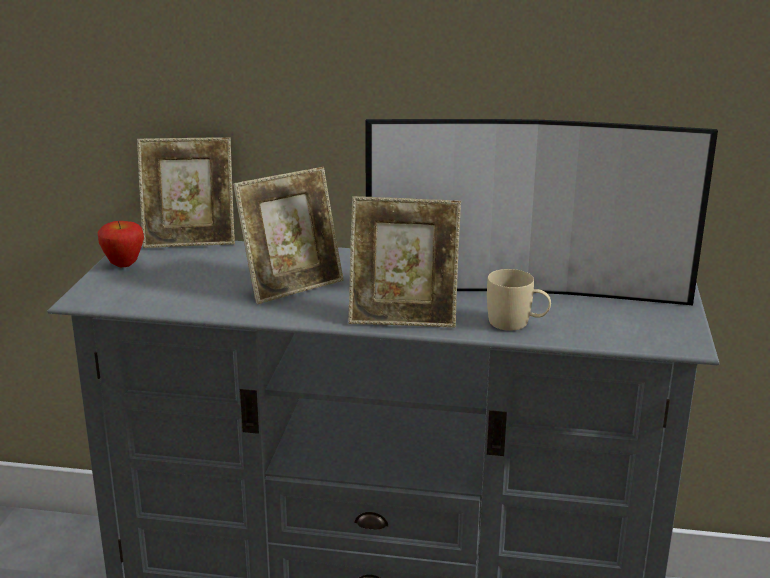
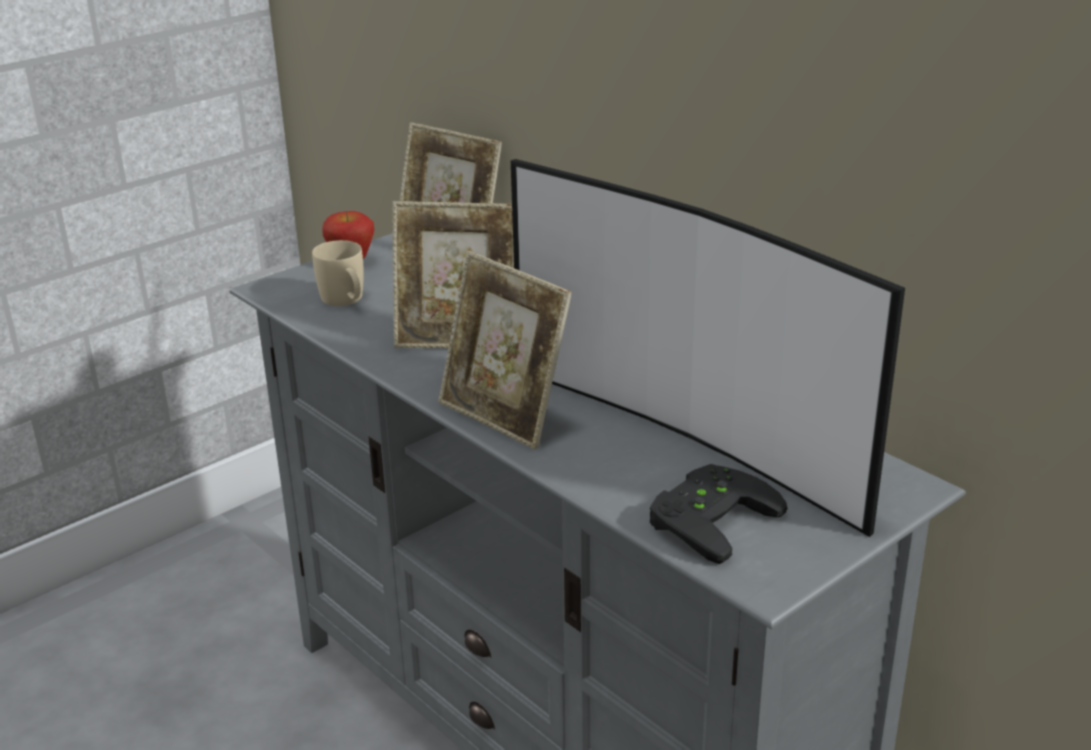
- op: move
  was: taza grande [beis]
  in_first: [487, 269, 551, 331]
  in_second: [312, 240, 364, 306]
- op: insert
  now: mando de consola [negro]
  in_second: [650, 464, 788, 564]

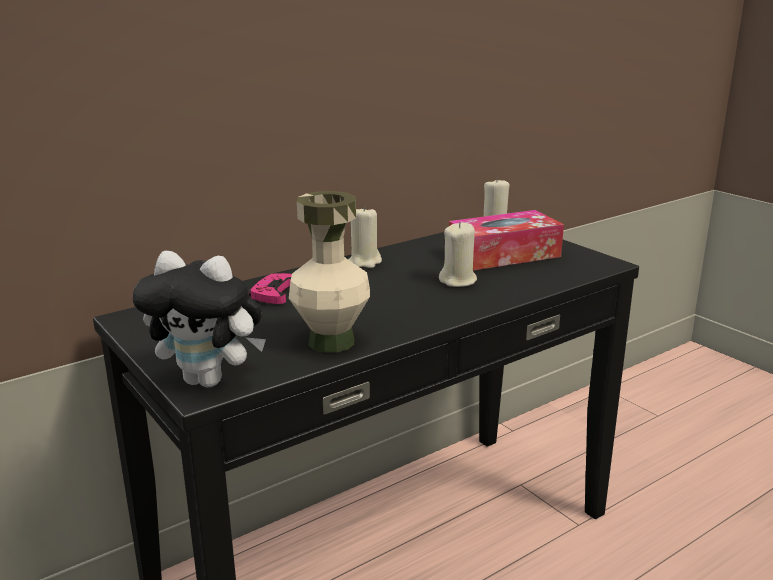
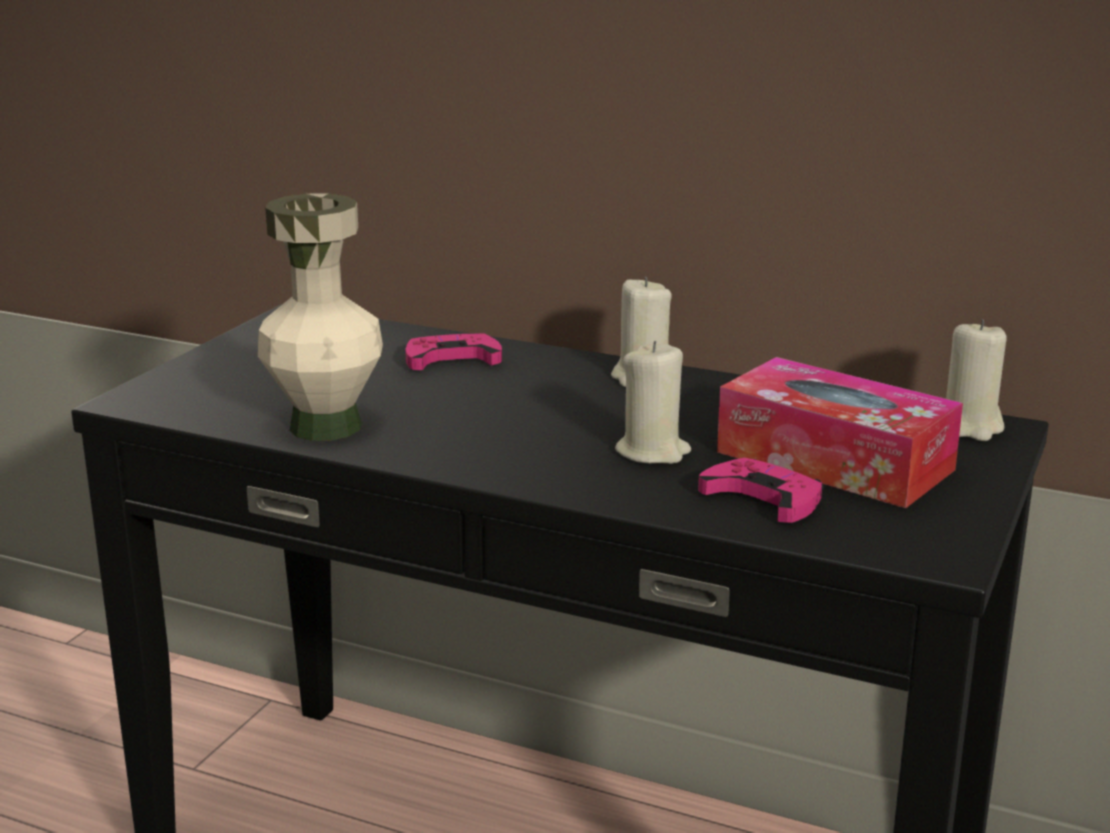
- op: delete
  was: peluche
  in_first: [133, 251, 266, 387]
- op: insert
  now: mando de consola [rosa]
  in_second: [698, 458, 824, 523]

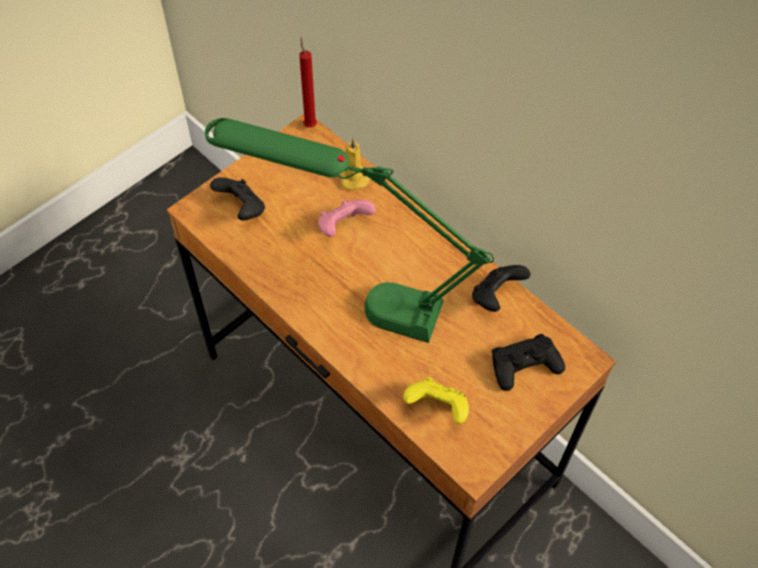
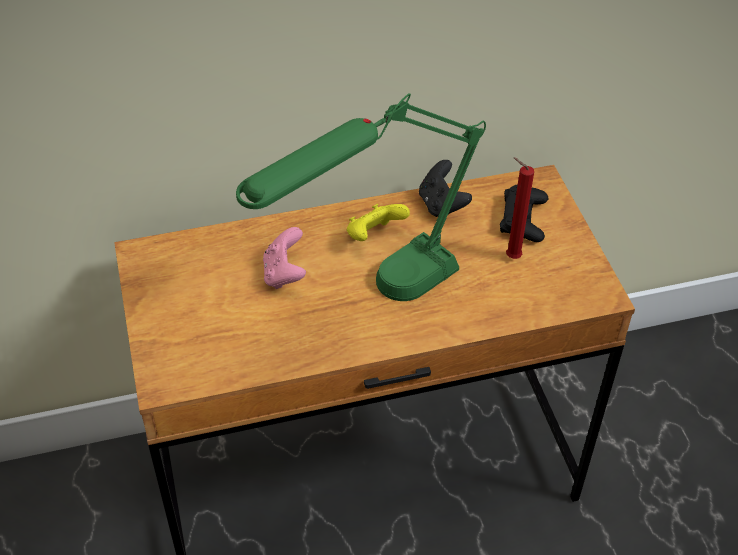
- op: delete
  was: mando de consola [negro]
  in_first: [210, 177, 265, 220]
- op: move
  was: vela [rojo]
  in_first: [299, 38, 317, 128]
  in_second: [506, 158, 534, 259]
- op: delete
  was: vela [amarillo]
  in_first: [339, 139, 370, 190]
- op: move
  was: mando de consola [amarillo]
  in_first: [403, 377, 469, 424]
  in_second: [347, 204, 410, 241]

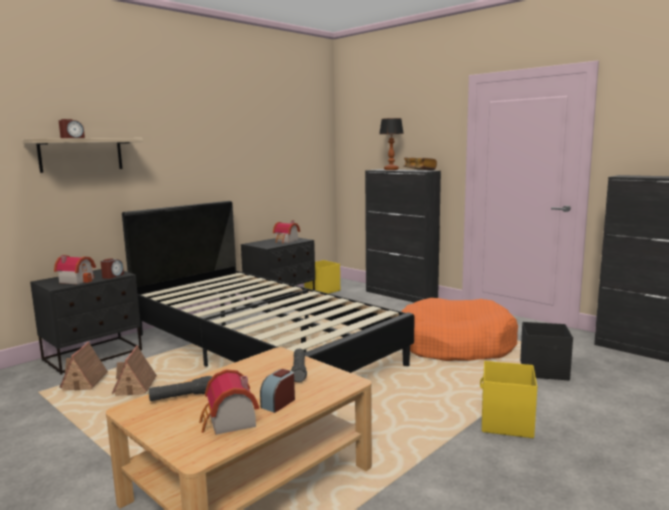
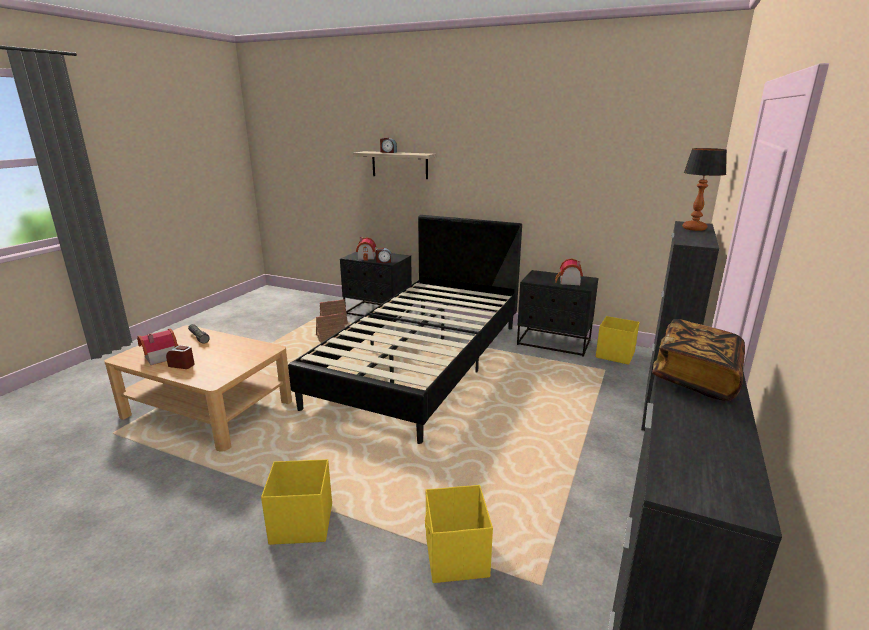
- op: delete
  was: linterna [negro]
  in_first: [291, 348, 307, 383]
- op: delete
  was: cama para perro [naranja]
  in_first: [401, 298, 518, 361]
- op: move
  was: libro
  in_first: [403, 157, 437, 171]
  in_second: [652, 319, 745, 401]
- op: recolor
  was: caja de almacenaje [negro]
  now: caja de almacenaje [amarillo]
  in_first: [520, 322, 573, 380]
  in_second: [425, 485, 493, 583]

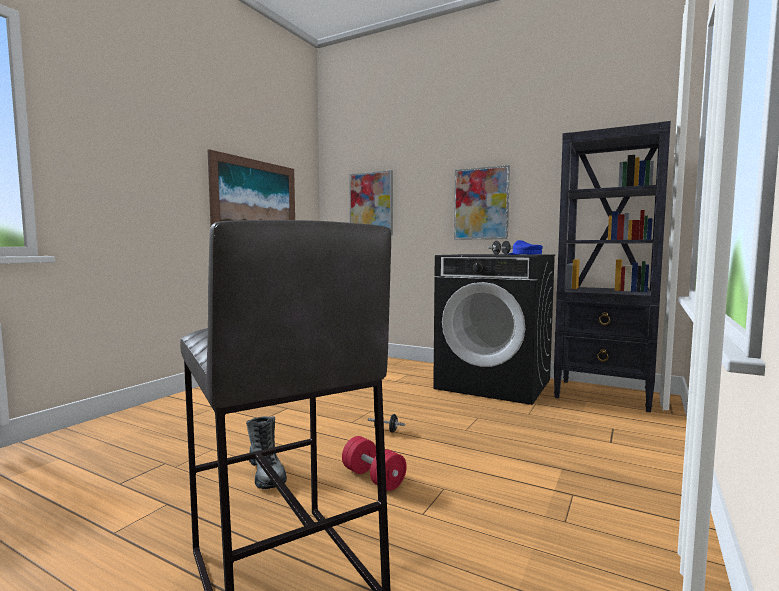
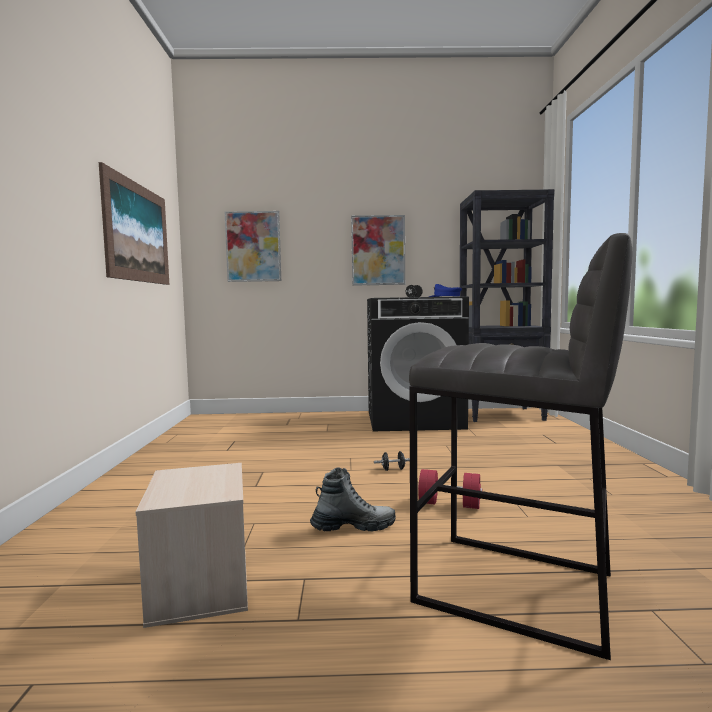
- op: rotate
  was: bota
  in_first: [246, 416, 287, 489]
  in_second: [310, 467, 396, 532]
  clockwise: -45
- op: insert
  now: caja de almacenaje [beis]
  in_second: [136, 463, 248, 628]

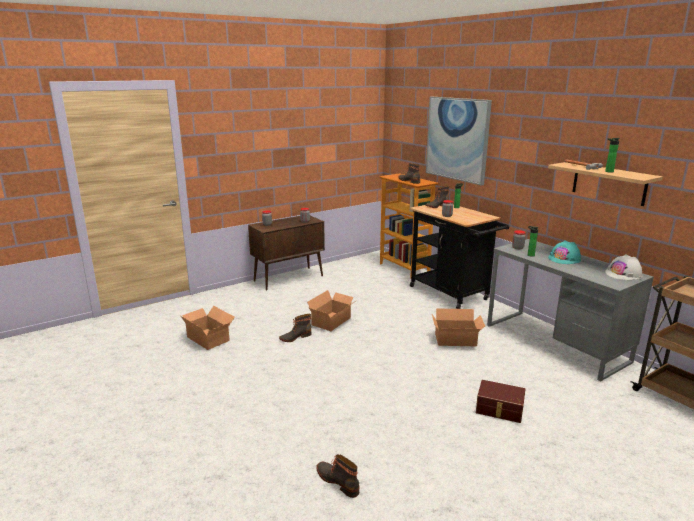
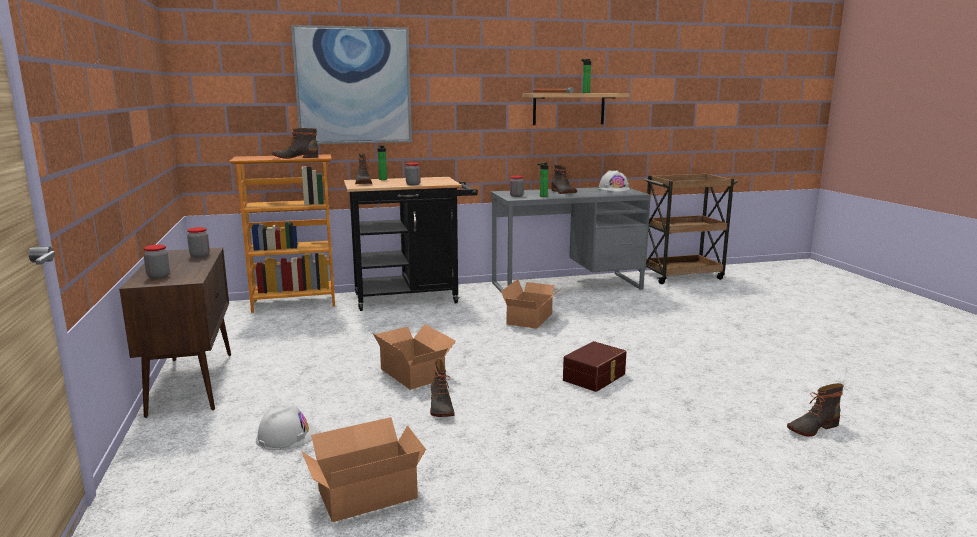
- op: move
  was: caja de almacenaje [marrón]
  in_first: [476, 380, 525, 423]
  in_second: [563, 341, 626, 392]
- op: replace
  was: casco [turquesa]
  now: bota
  in_first: [548, 240, 581, 264]
  in_second: [551, 165, 577, 194]
- op: insert
  now: casco [blanco]
  in_second: [256, 405, 317, 450]

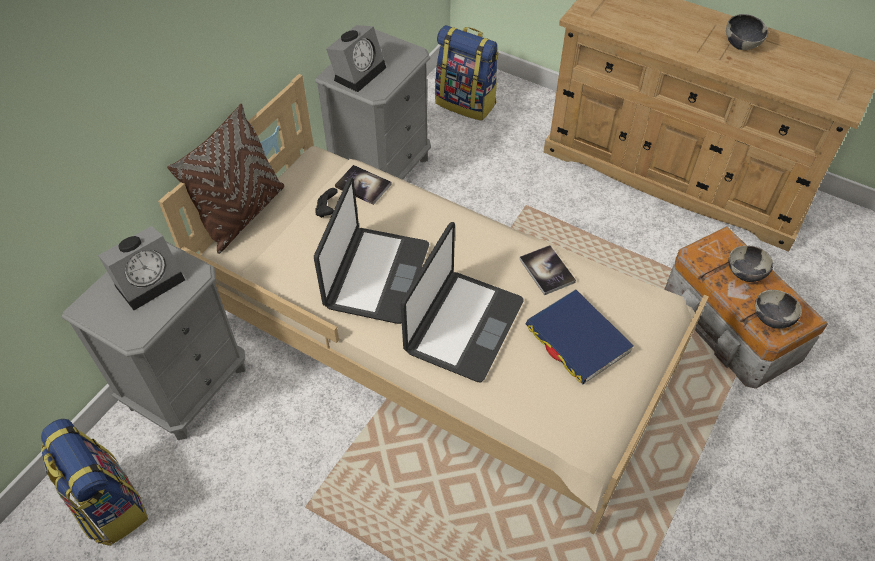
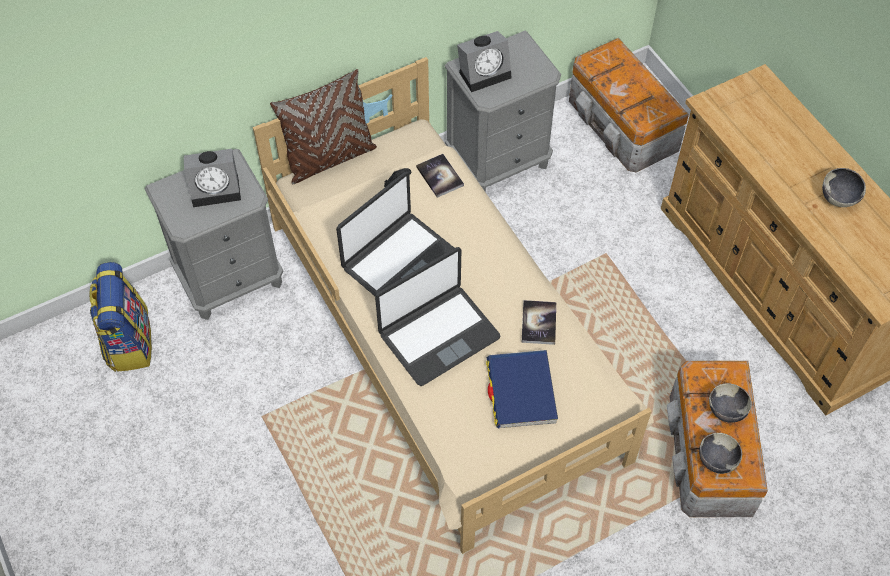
- op: replace
  was: mochila
  now: caja de almacenaje
  in_first: [435, 25, 499, 121]
  in_second: [569, 38, 689, 173]

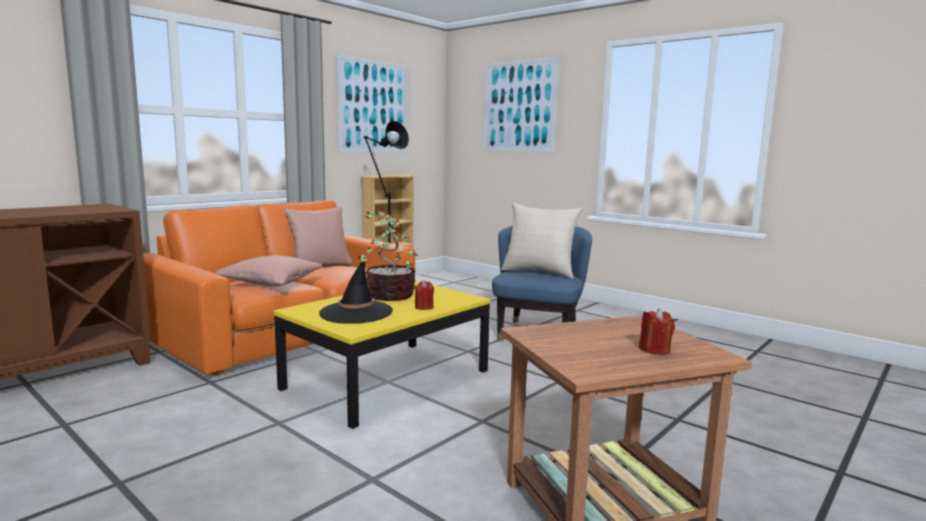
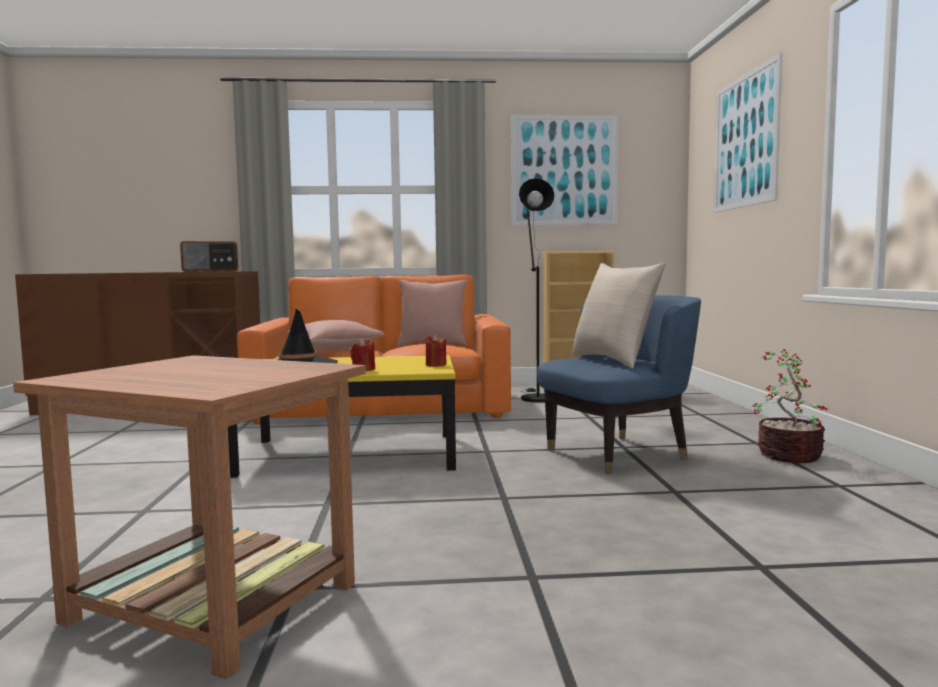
- op: move
  was: planta en maceta
  in_first: [357, 208, 418, 301]
  in_second: [752, 349, 828, 463]
- op: move
  was: vela [rojo]
  in_first: [639, 308, 675, 355]
  in_second: [425, 334, 447, 367]
- op: insert
  now: radio
  in_second: [180, 241, 238, 272]

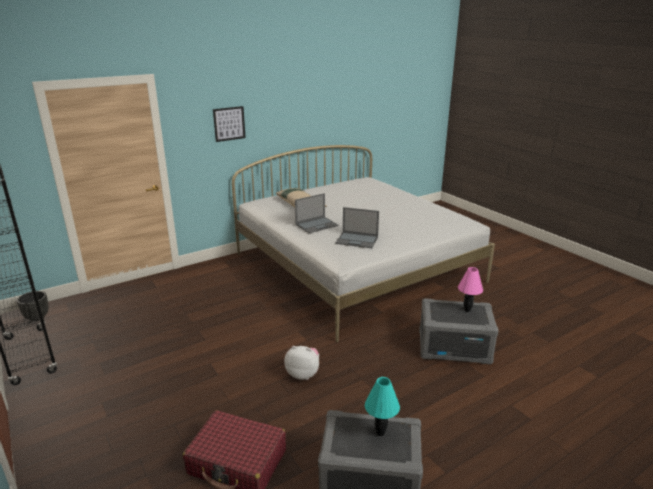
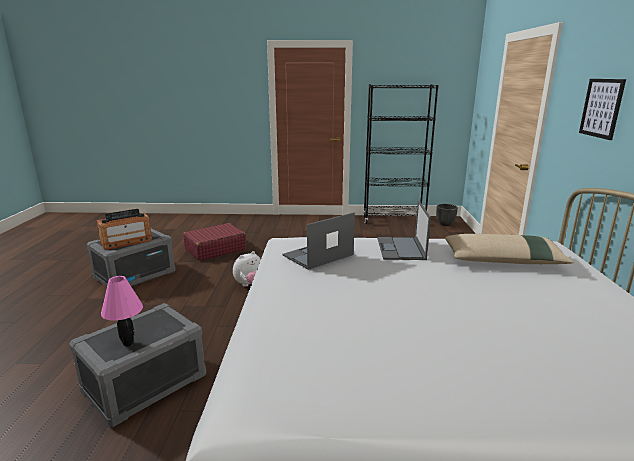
- op: replace
  was: lámpara de mesa [turquesa]
  now: radio
  in_first: [365, 377, 400, 436]
  in_second: [96, 209, 152, 250]

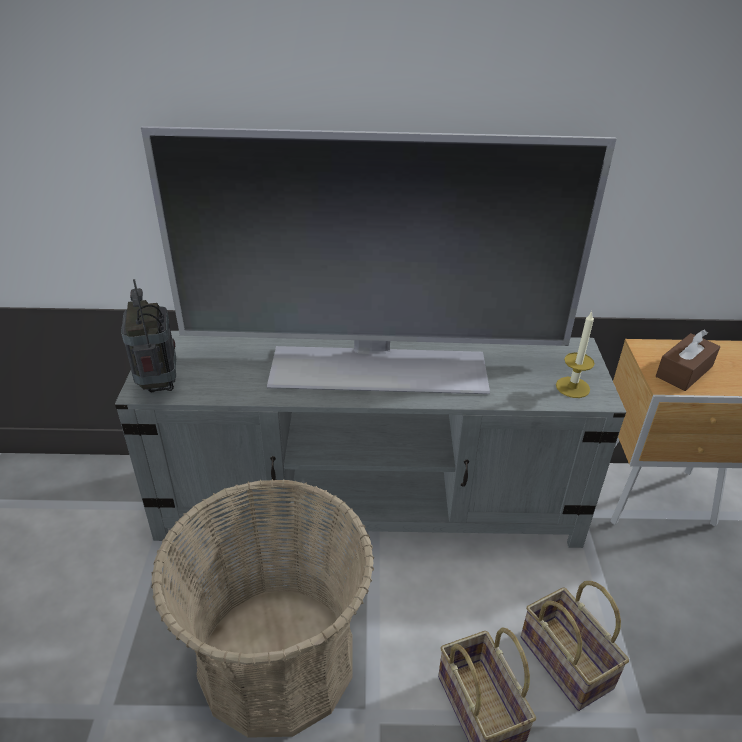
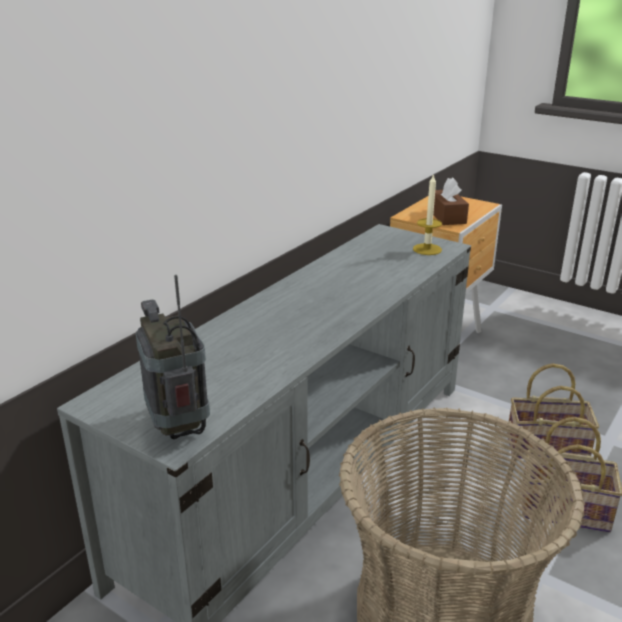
- op: rotate
  was: radio
  in_first: [121, 279, 176, 392]
  in_second: [136, 275, 210, 439]
  clockwise: 45
- op: delete
  was: televisor
  in_first: [141, 126, 616, 394]

